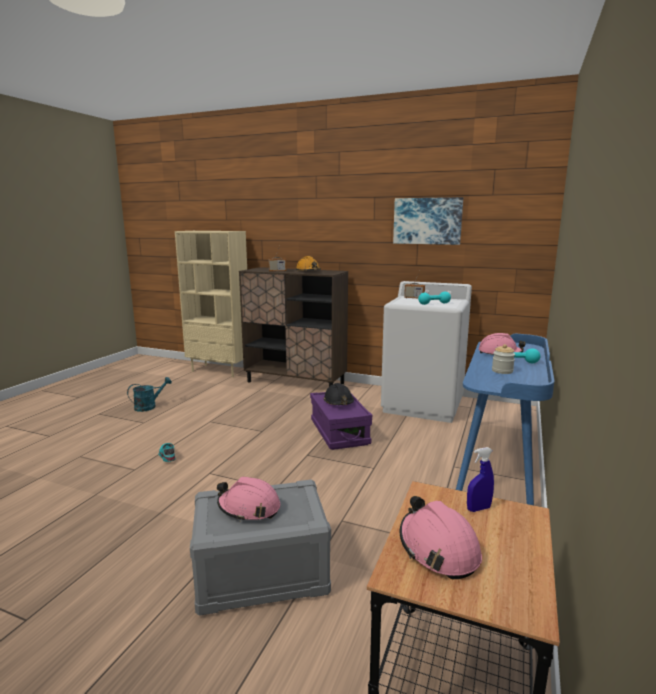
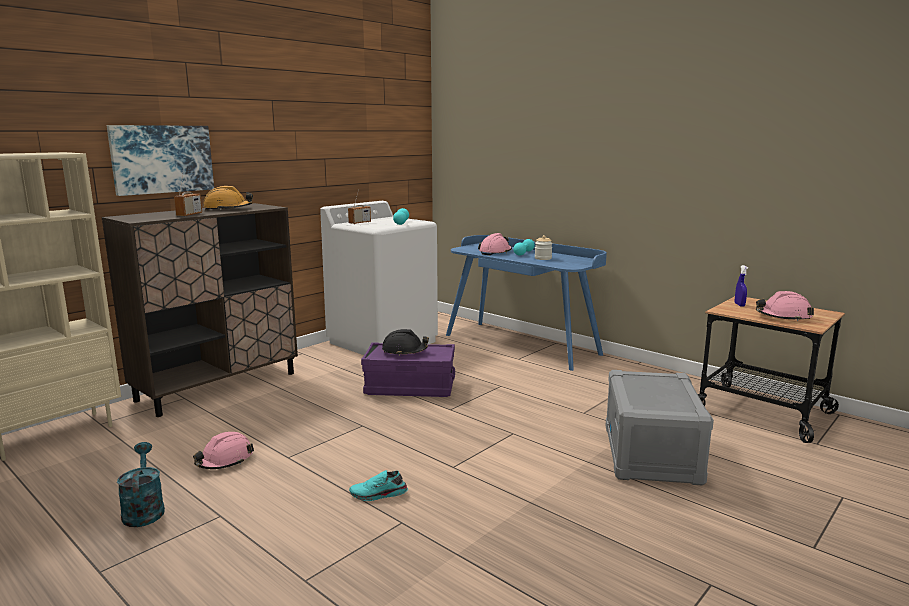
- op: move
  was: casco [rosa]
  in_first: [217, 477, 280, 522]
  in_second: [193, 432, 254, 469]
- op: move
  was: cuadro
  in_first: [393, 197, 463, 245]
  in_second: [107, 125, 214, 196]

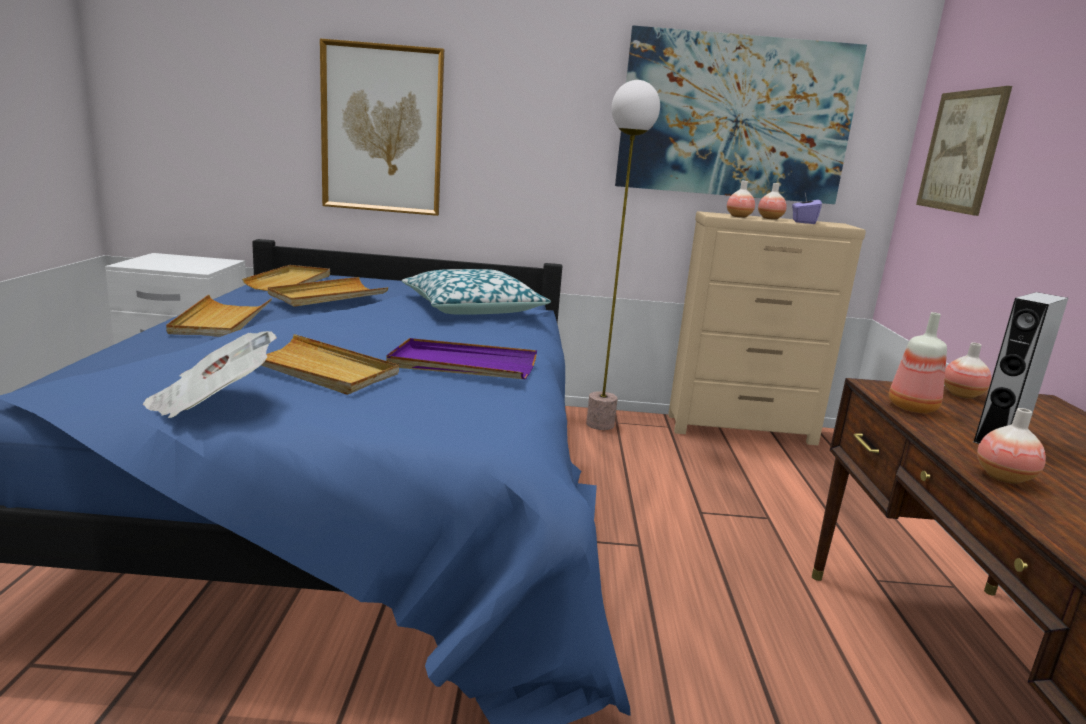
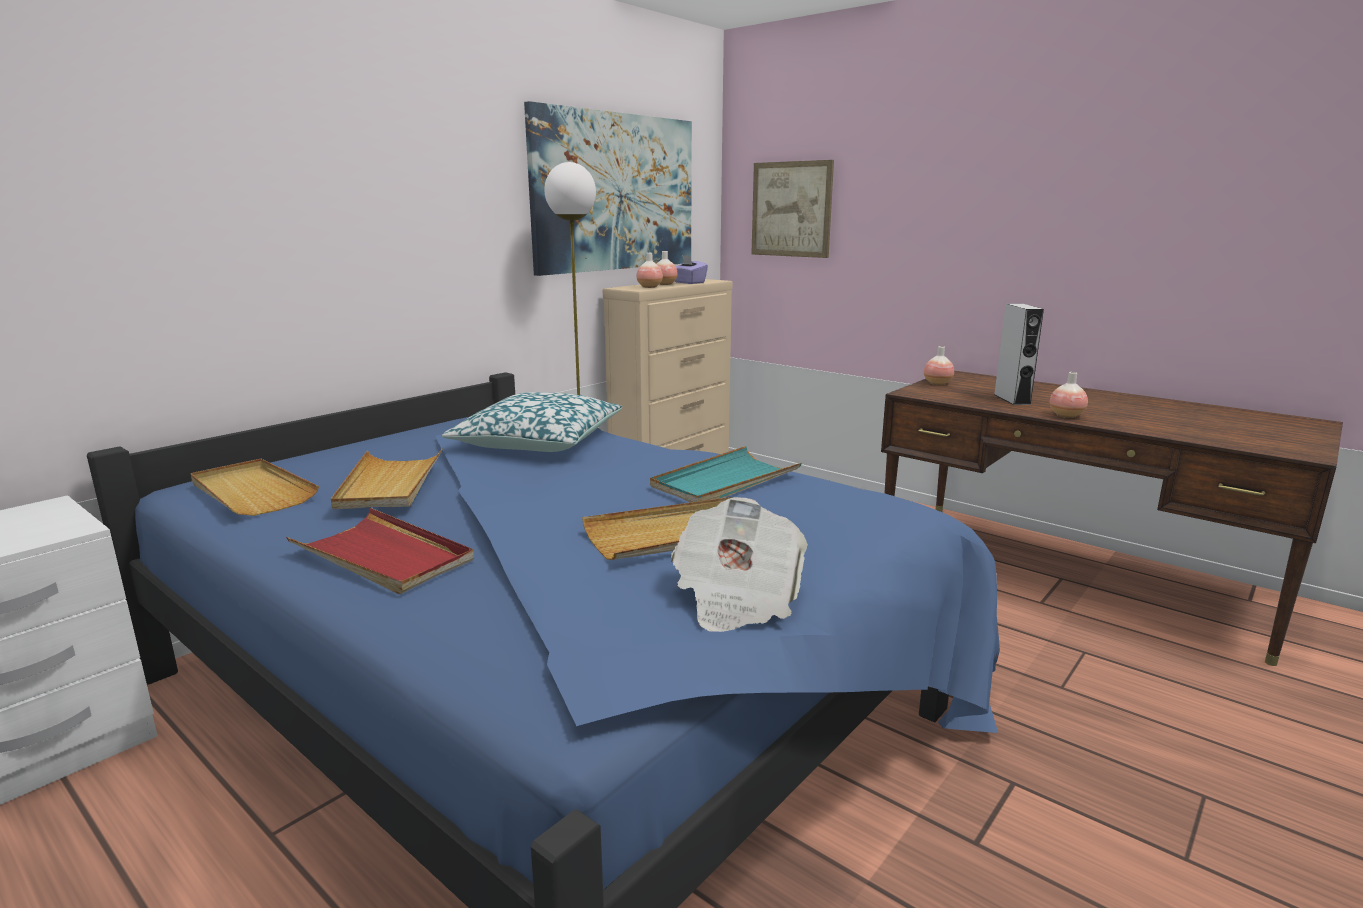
- op: recolor
  was: bandeja [beis]
  now: bandeja [rojo]
  in_first: [166, 295, 272, 337]
  in_second: [286, 508, 474, 594]
- op: delete
  was: cuadro
  in_first: [320, 38, 444, 216]
- op: recolor
  was: bandeja [morado]
  now: bandeja [turquesa]
  in_first: [386, 338, 537, 380]
  in_second: [650, 446, 802, 503]
- op: delete
  was: botella
  in_first: [889, 312, 947, 413]

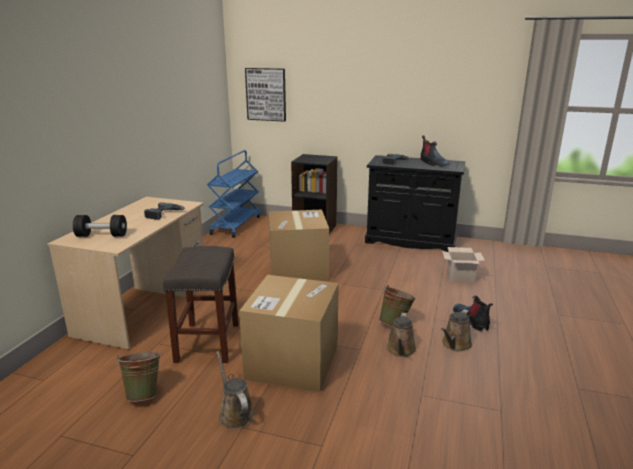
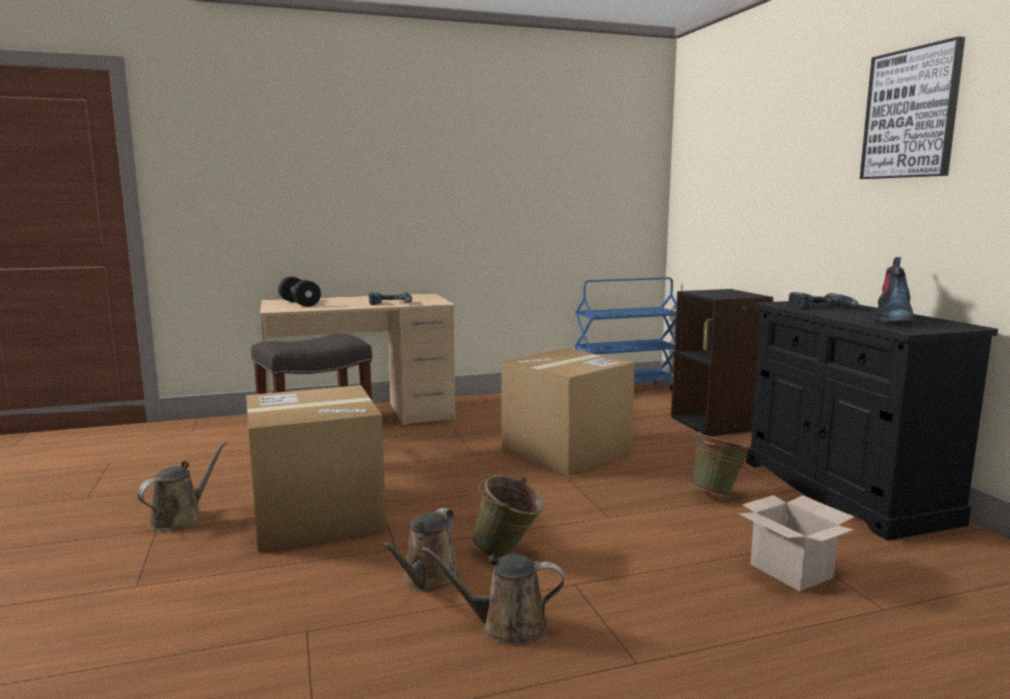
- op: move
  was: cubo [verde]
  in_first: [116, 352, 162, 402]
  in_second: [692, 431, 751, 497]
- op: move
  was: cuadro
  in_first: [245, 68, 286, 122]
  in_second: [860, 36, 965, 179]
- op: rotate
  was: regadera [marrón]
  in_first: [386, 313, 416, 357]
  in_second: [381, 508, 460, 592]
  clockwise: -45
- op: delete
  was: bota
  in_first: [453, 296, 493, 331]

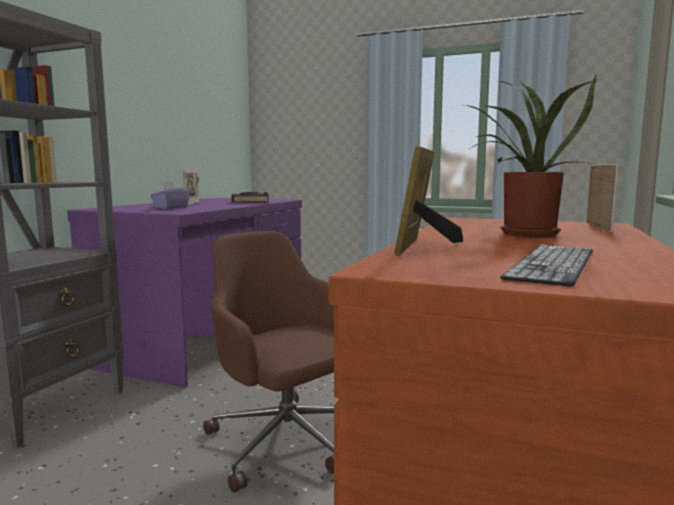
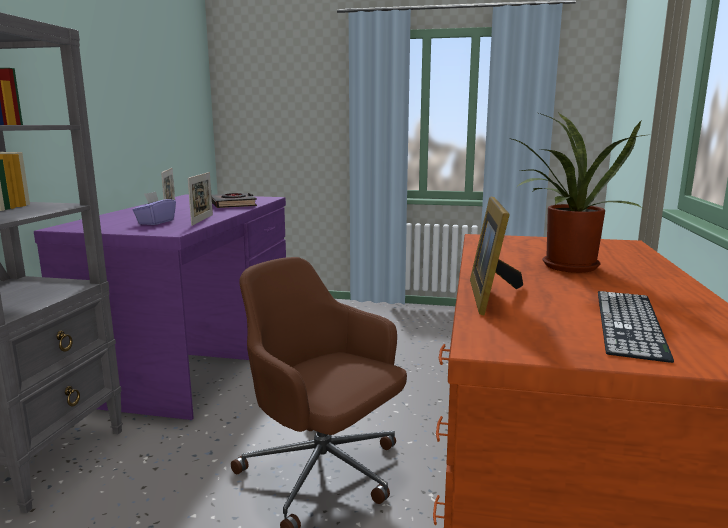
- op: move
  was: portarretratos
  in_first: [586, 164, 619, 233]
  in_second: [188, 172, 213, 226]

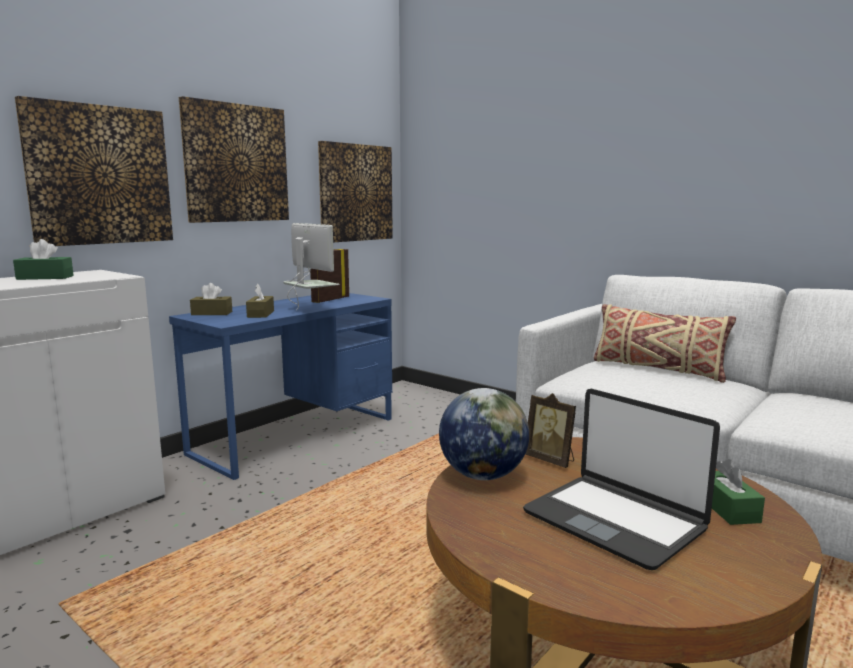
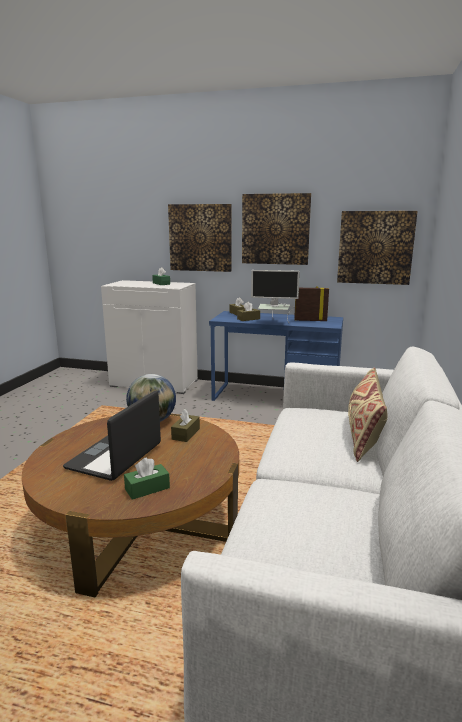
- op: rotate
  was: monitor
  in_first: [283, 223, 340, 310]
  in_second: [251, 270, 300, 323]
  clockwise: 75
- op: replace
  was: portarretratos
  now: caja de pañuelos [marrón]
  in_first: [525, 393, 576, 468]
  in_second: [171, 409, 200, 442]

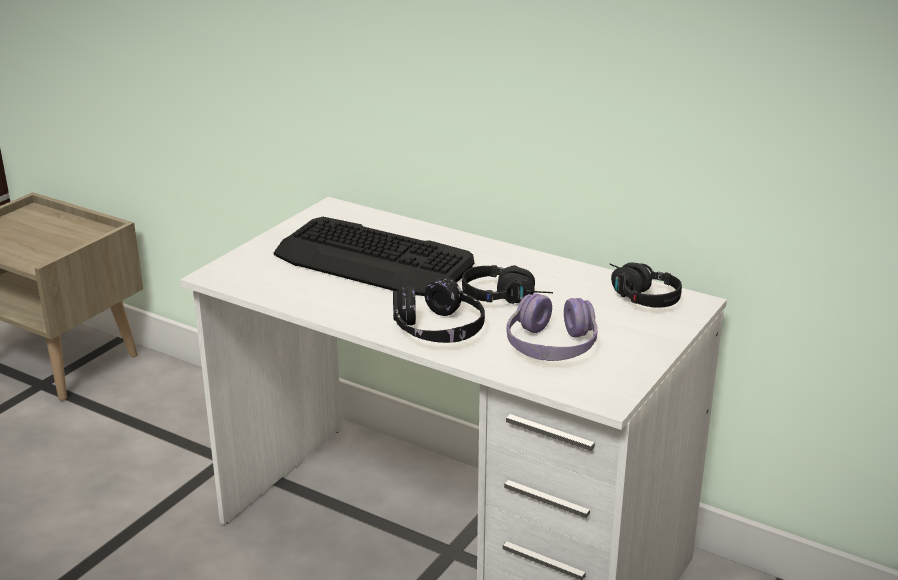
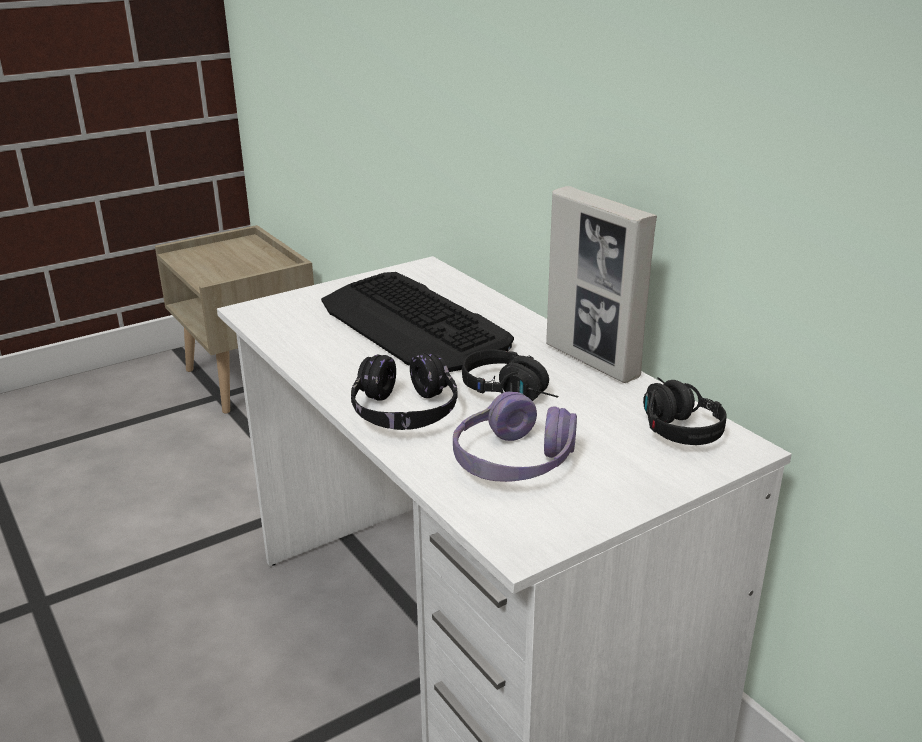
- op: insert
  now: portarretratos
  in_second: [546, 186, 657, 383]

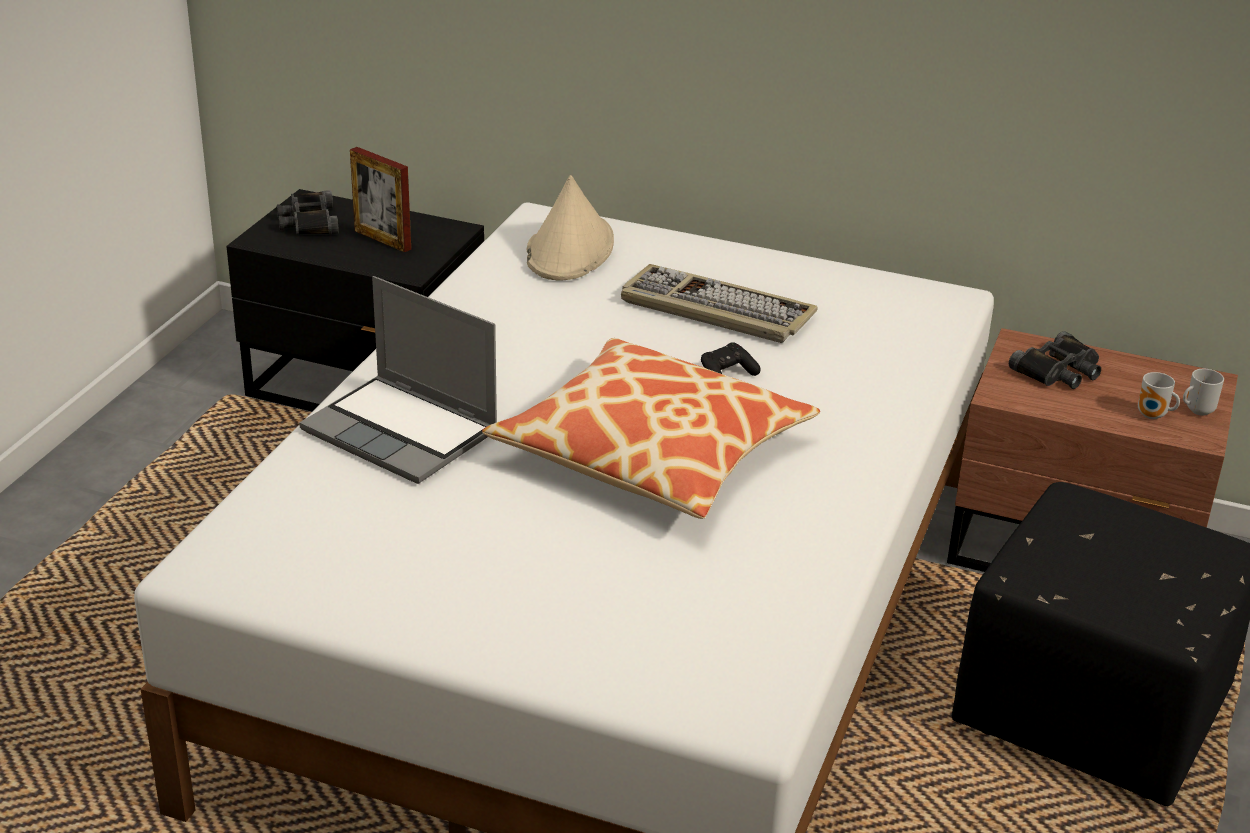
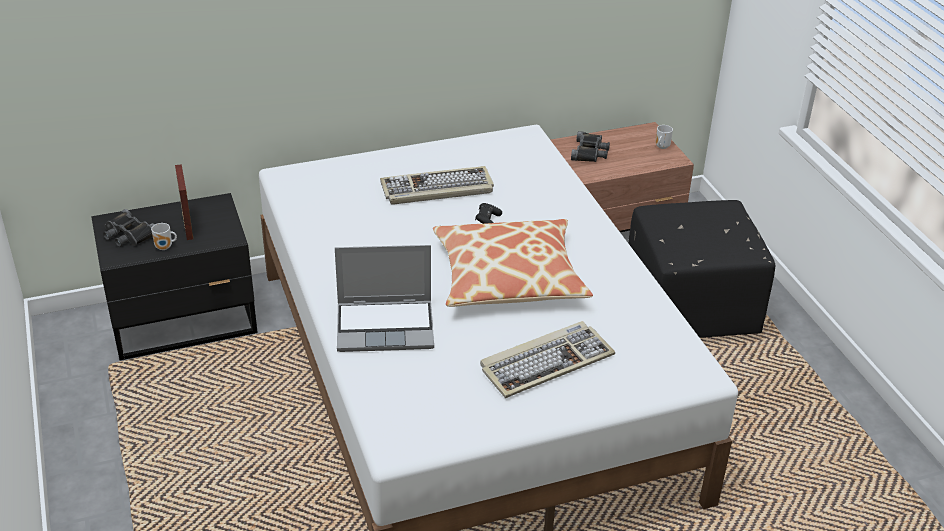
- op: rotate
  was: portarretratos
  in_first: [350, 147, 411, 253]
  in_second: [175, 164, 193, 240]
  clockwise: 75
- op: delete
  was: sombrero [beis]
  in_first: [527, 175, 614, 280]
- op: move
  was: taza grande
  in_first: [1138, 372, 1180, 419]
  in_second: [151, 223, 177, 250]
- op: insert
  now: teclado
  in_second: [480, 321, 615, 398]

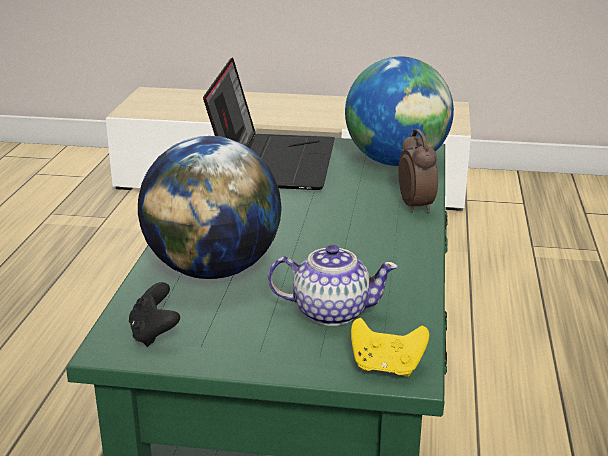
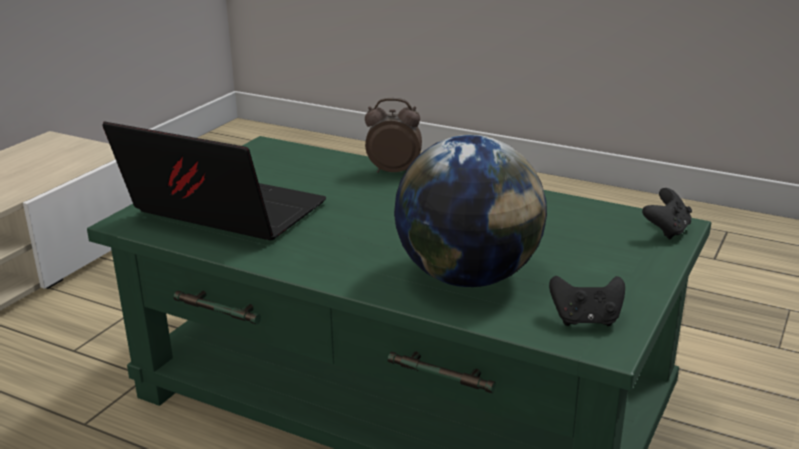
- op: delete
  was: tetera
  in_first: [268, 245, 398, 326]
- op: delete
  was: globo terráqueo
  in_first: [345, 56, 454, 166]
- op: recolor
  was: mando de consola [amarillo]
  now: mando de consola [negro]
  in_first: [351, 318, 429, 377]
  in_second: [642, 188, 692, 240]

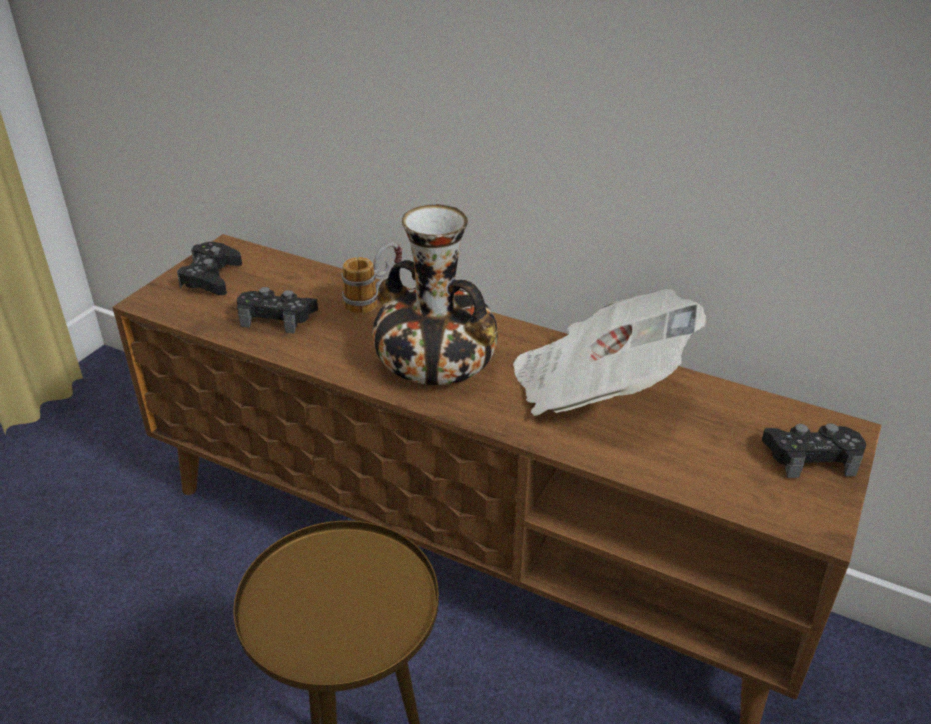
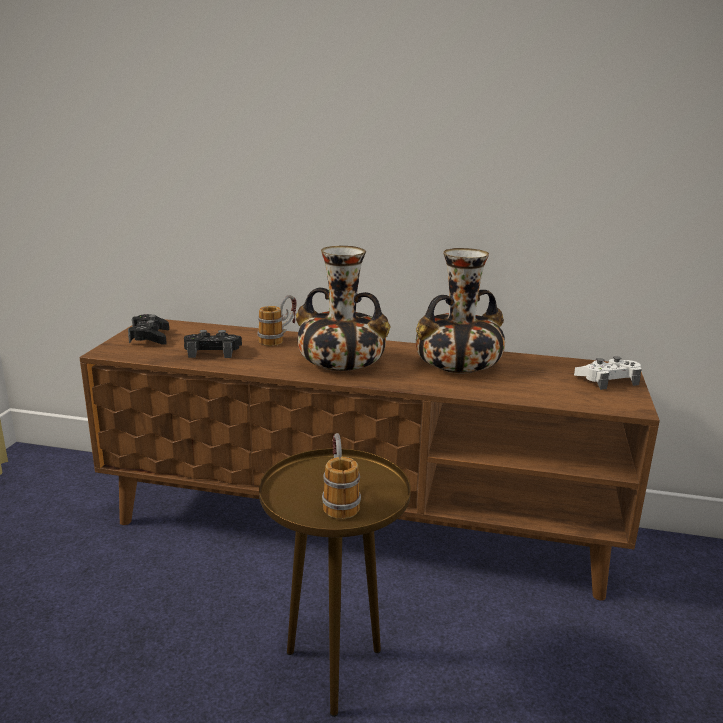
- op: replace
  was: periódico
  now: florero
  in_first: [513, 289, 706, 416]
  in_second: [416, 248, 505, 374]
- op: recolor
  was: mando de consola [negro]
  now: mando de consola [blanco]
  in_first: [762, 423, 866, 478]
  in_second: [574, 356, 642, 390]
- op: insert
  now: taza grande
  in_second: [322, 433, 361, 519]

